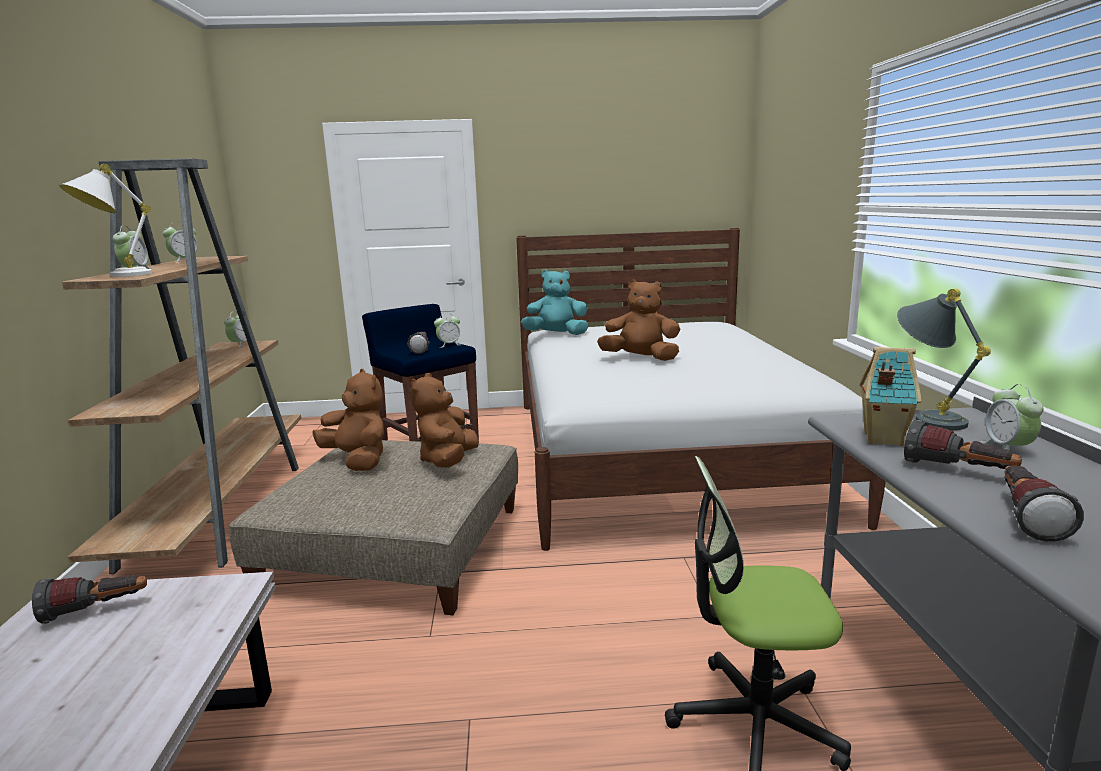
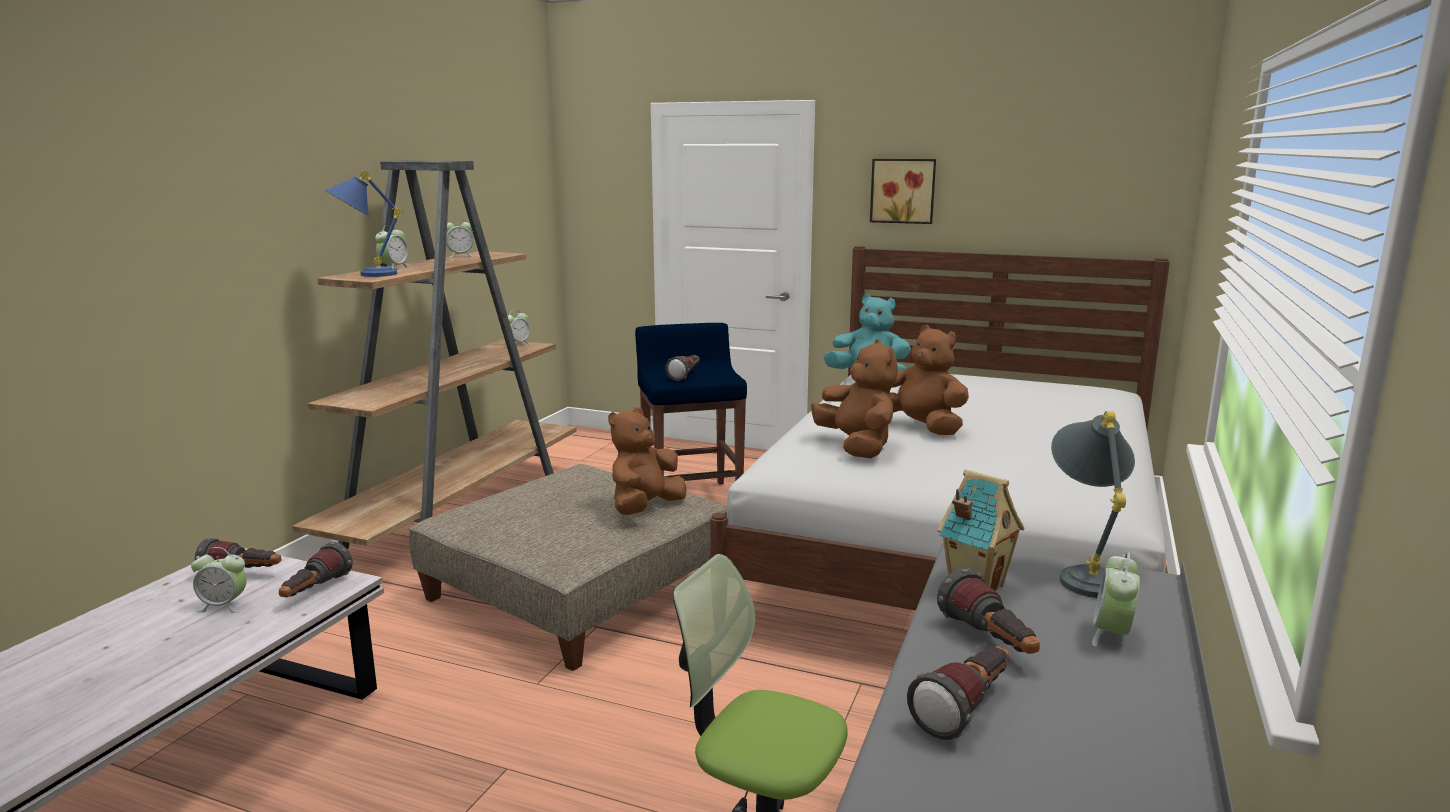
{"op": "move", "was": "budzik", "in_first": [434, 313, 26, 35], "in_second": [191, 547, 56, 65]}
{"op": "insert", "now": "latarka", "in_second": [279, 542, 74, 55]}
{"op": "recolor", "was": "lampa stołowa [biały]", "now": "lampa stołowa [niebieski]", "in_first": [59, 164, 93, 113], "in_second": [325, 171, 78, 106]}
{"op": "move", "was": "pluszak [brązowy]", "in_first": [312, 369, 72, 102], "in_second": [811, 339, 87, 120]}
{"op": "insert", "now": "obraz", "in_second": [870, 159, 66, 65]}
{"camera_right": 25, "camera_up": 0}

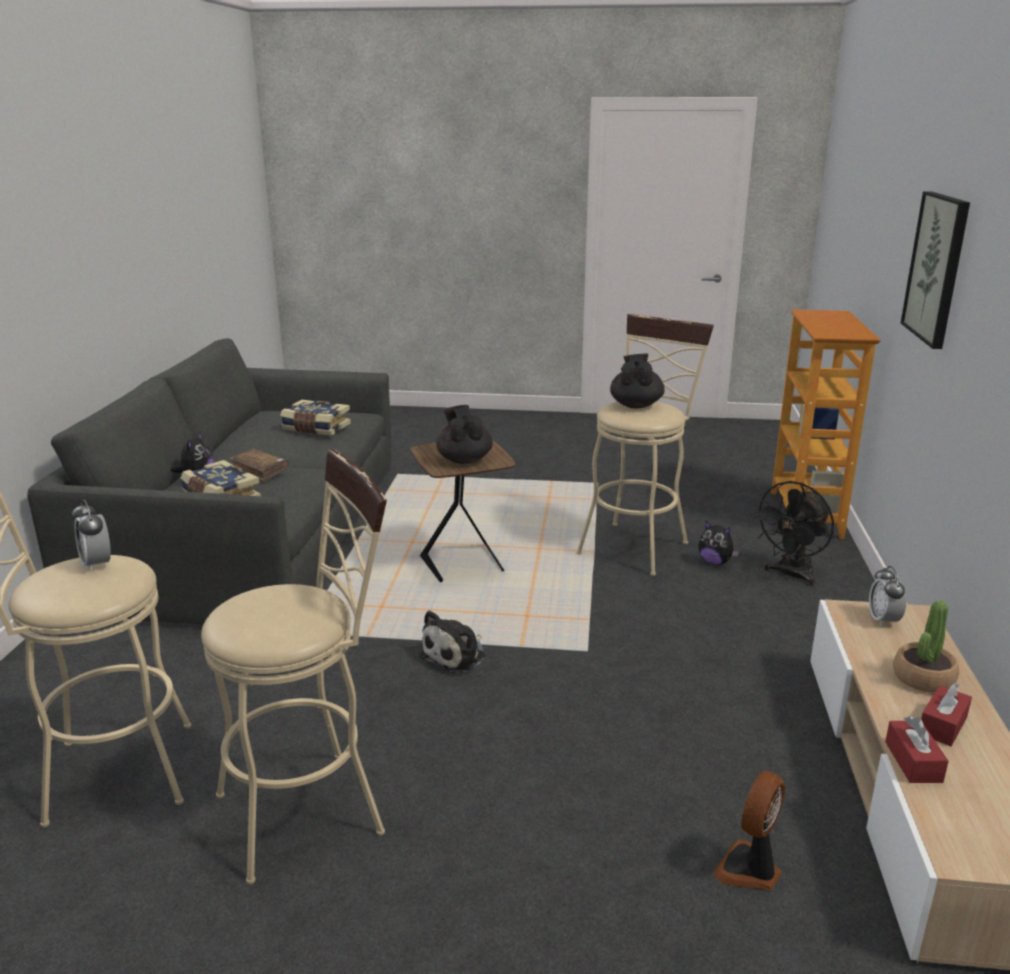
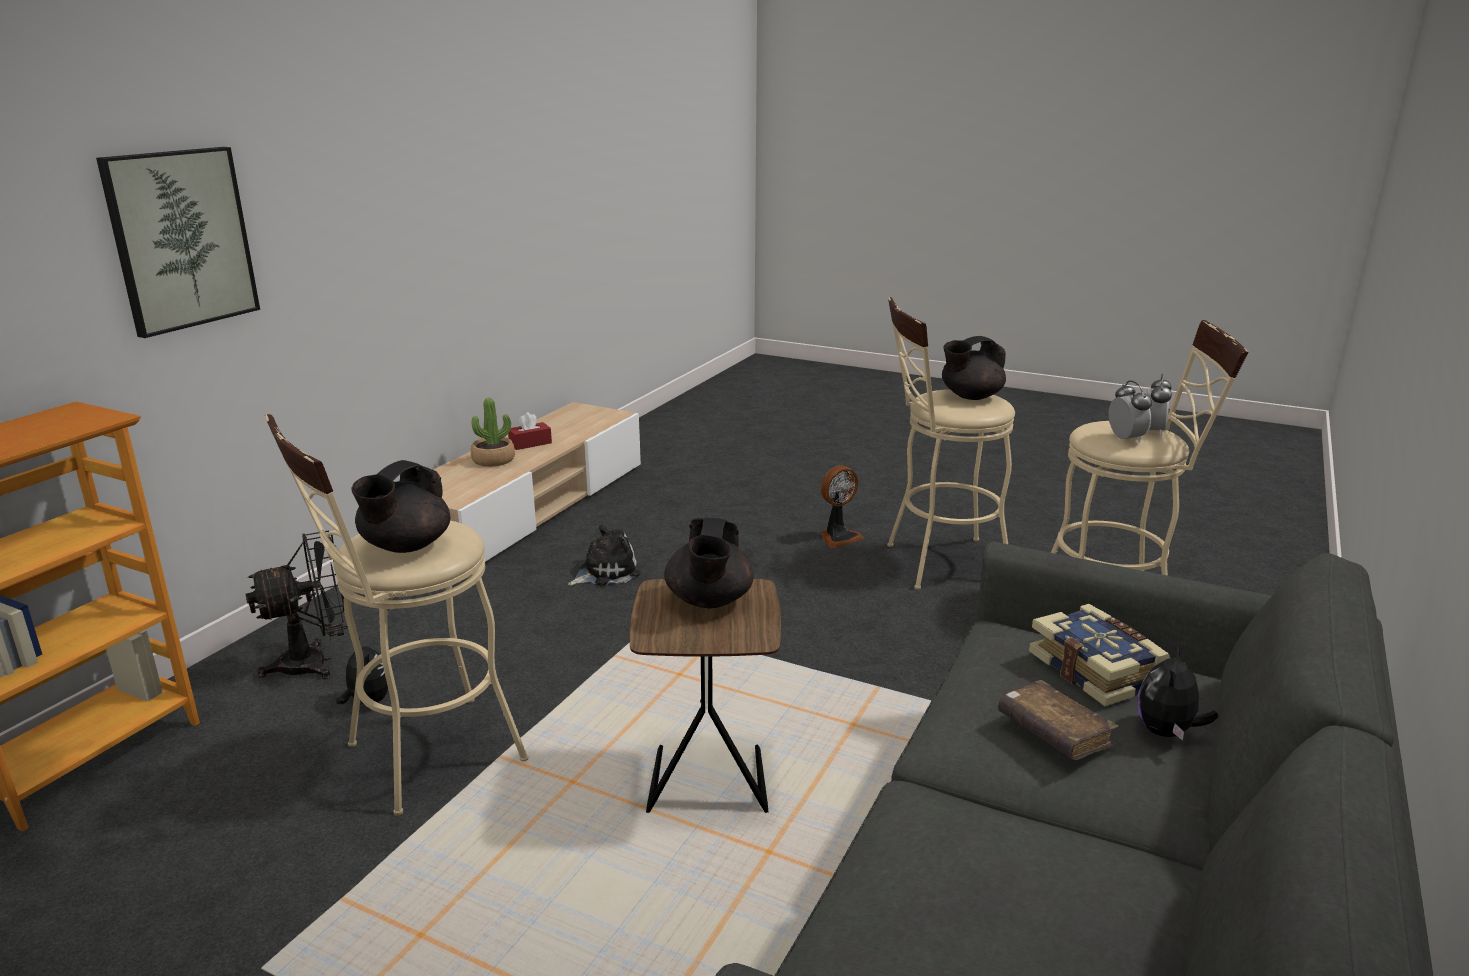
{"op": "move", "was": "pluszak", "in_first": [419, 610, 67, 64], "in_second": [568, 525, 72, 61]}
{"op": "move", "was": "wentylator", "in_first": [713, 771, 72, 119], "in_second": [820, 466, 44, 82]}
{"op": "insert", "now": "imbryk [czarny]", "in_second": [942, 336, 64, 64]}
{"op": "move", "was": "budzik", "in_first": [869, 566, 38, 61], "in_second": [1147, 374, 25, 62]}
{"op": "delete", "was": "książka", "in_first": [280, 400, 71, 35]}
{"op": "delete", "was": "pudełko chusteczek [czerwony]", "in_first": [885, 716, 64, 67]}
{"camera_right": -160, "camera_up": 0}

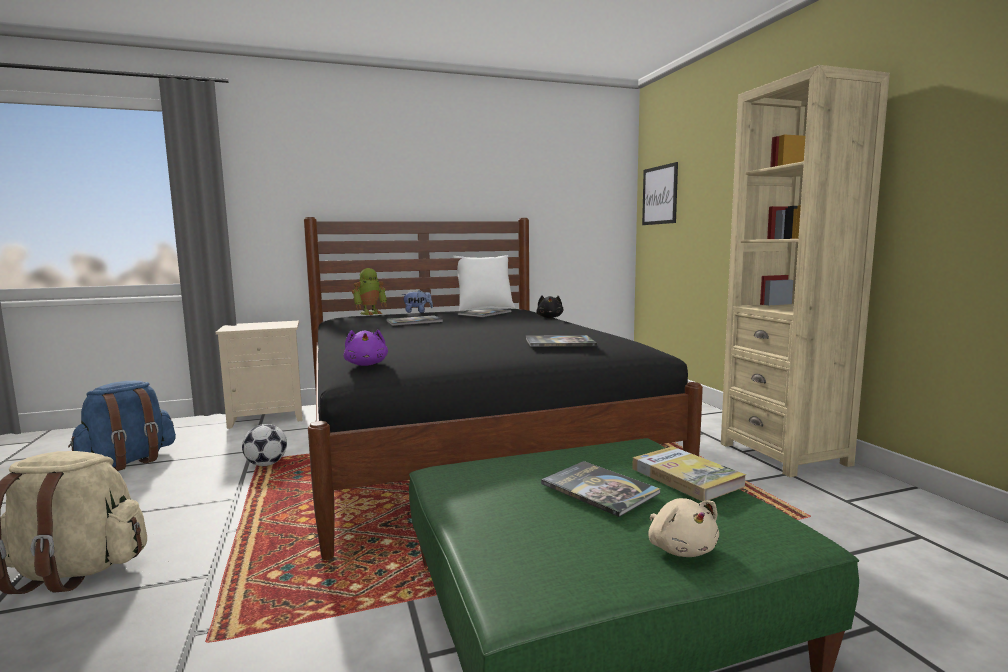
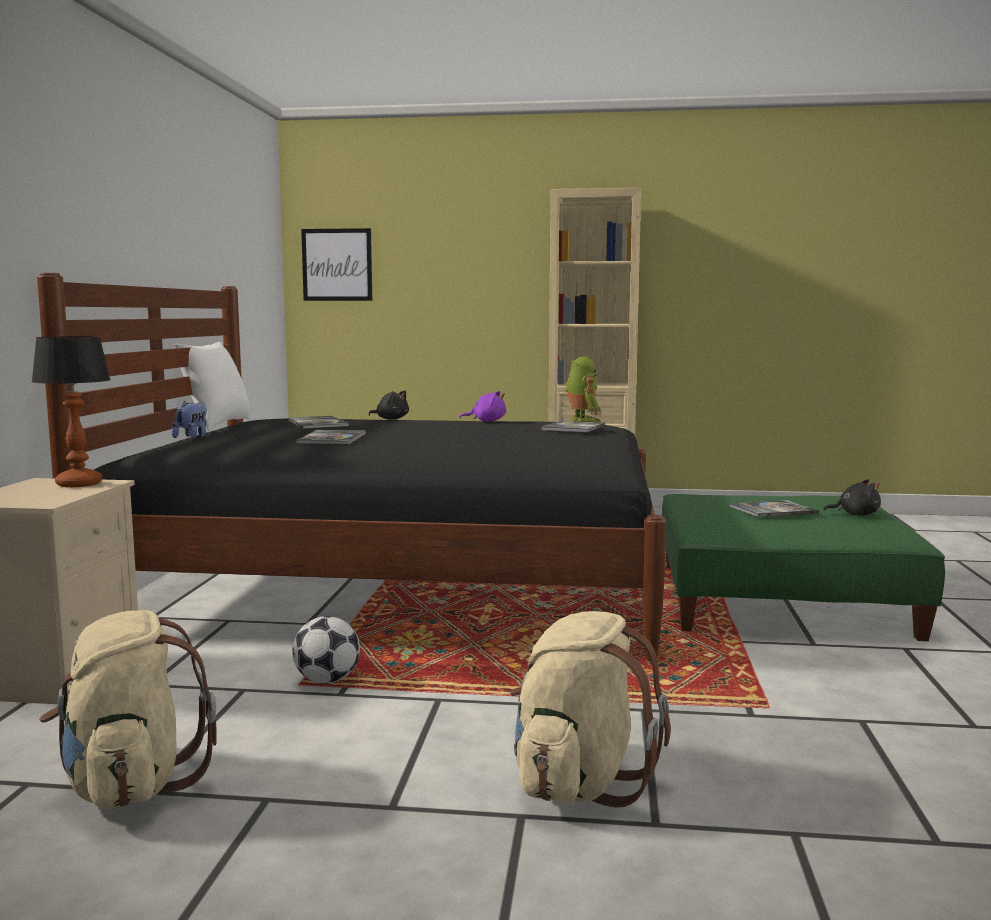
{"op": "insert", "now": "lampa stołowa", "in_second": [31, 336, 80, 151]}
{"op": "recolor", "was": "plecak [niebieski]", "now": "plecak [beżowy]", "in_first": [68, 381, 108, 90], "in_second": [40, 610, 177, 199]}
{"op": "move", "was": "pluszak [fioletowy]", "in_first": [344, 330, 44, 36], "in_second": [460, 391, 46, 31]}
{"op": "move", "was": "robot zabawkowy", "in_first": [352, 268, 35, 47], "in_second": [566, 357, 35, 65]}
{"op": "recolor", "was": "pluszak [beżowy]", "now": "pluszak [czarny]", "in_first": [648, 498, 71, 59], "in_second": [823, 479, 58, 36]}
{"op": "delete", "was": "książka", "in_first": [632, 446, 114, 56]}
{"camera_right": -65, "camera_up": 0}

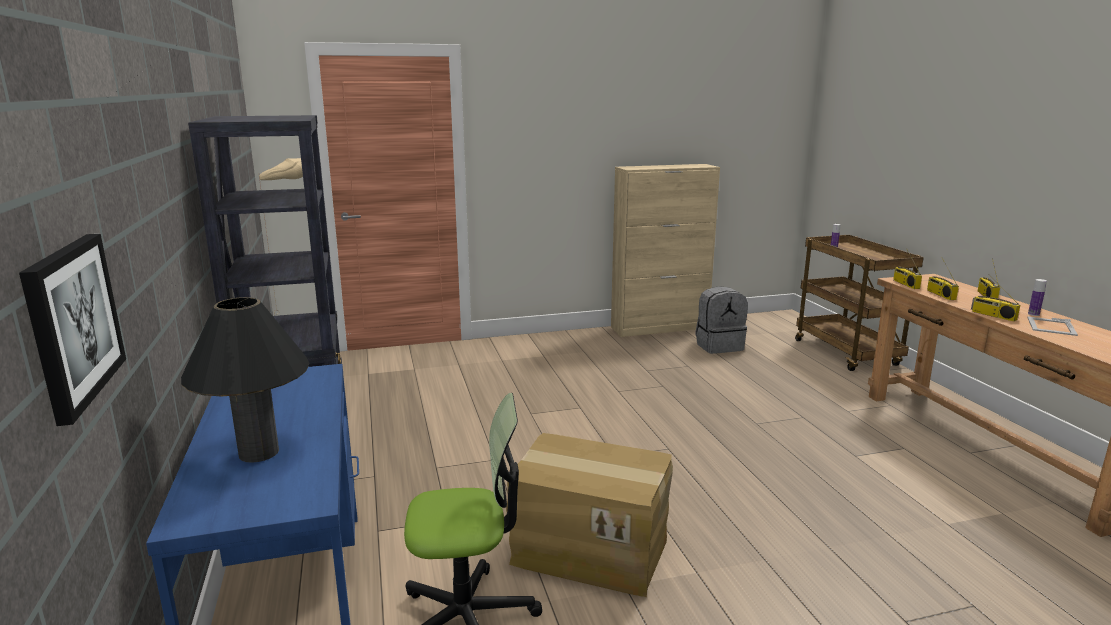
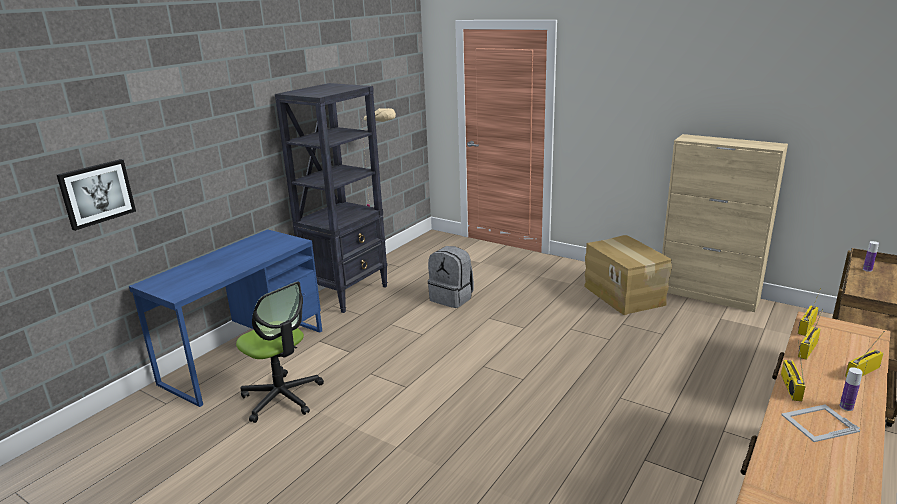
{"op": "move", "was": "plecak [szary]", "in_first": [695, 286, 53, 68], "in_second": [428, 246, 46, 62]}
{"op": "move", "was": "karton", "in_first": [506, 433, 167, 164], "in_second": [584, 235, 88, 80]}
{"op": "delete", "was": "lampa stołowa [czarny]", "in_first": [181, 297, 128, 166]}
{"camera_right": 50, "camera_up": 5}

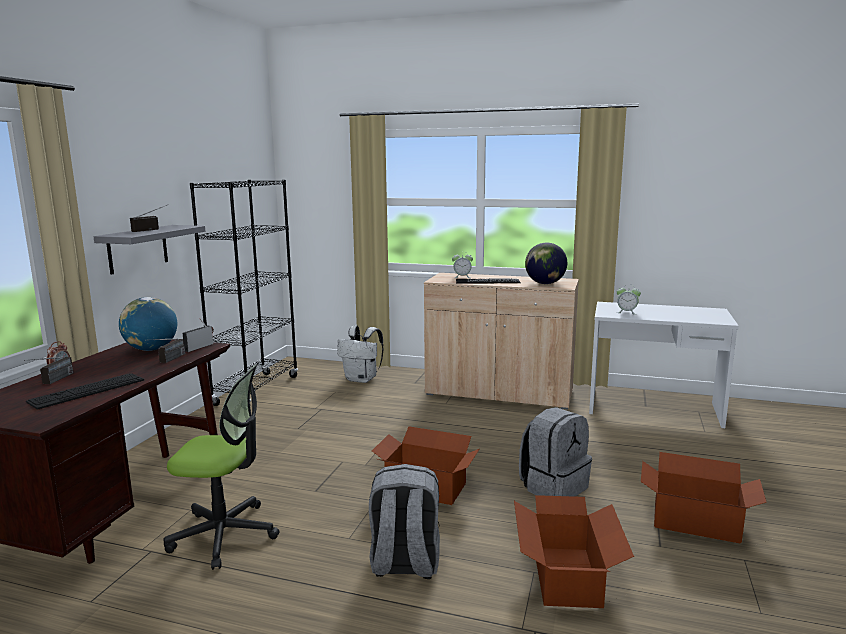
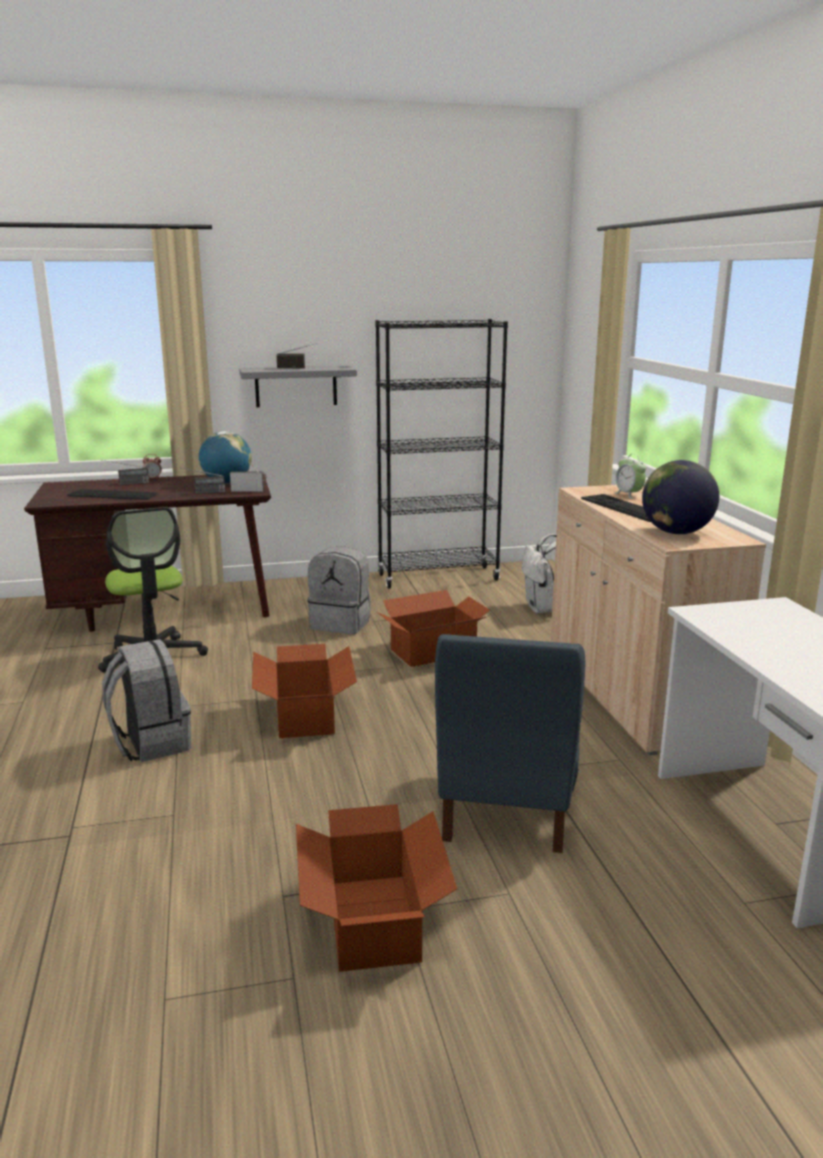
{"op": "move", "was": "plecak [szary]", "in_first": [519, 407, 73, 90], "in_second": [308, 546, 63, 88]}
{"op": "move", "was": "karton", "in_first": [514, 495, 120, 113], "in_second": [377, 590, 113, 77]}
{"op": "insert", "now": "krzesło [niebieski]", "in_second": [435, 634, 150, 219]}
{"op": "delete", "was": "budzik", "in_first": [617, 284, 24, 31]}
{"camera_right": 60, "camera_up": 5}

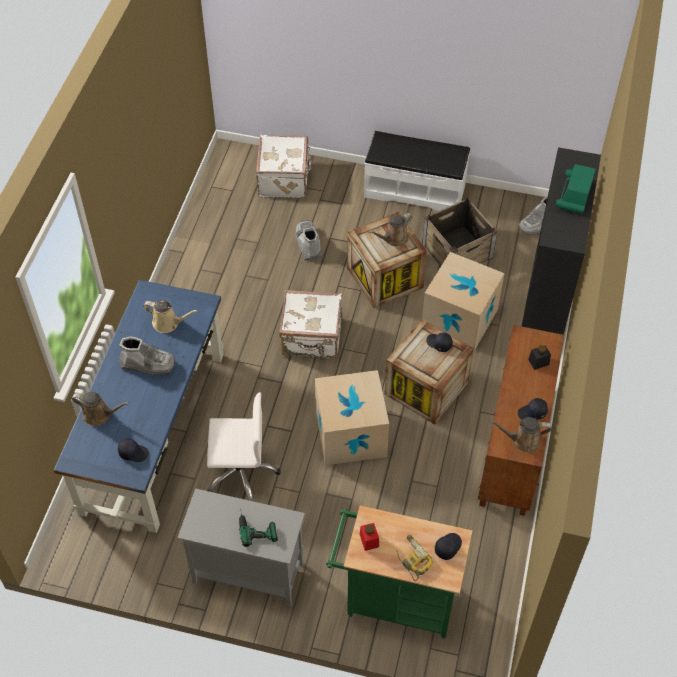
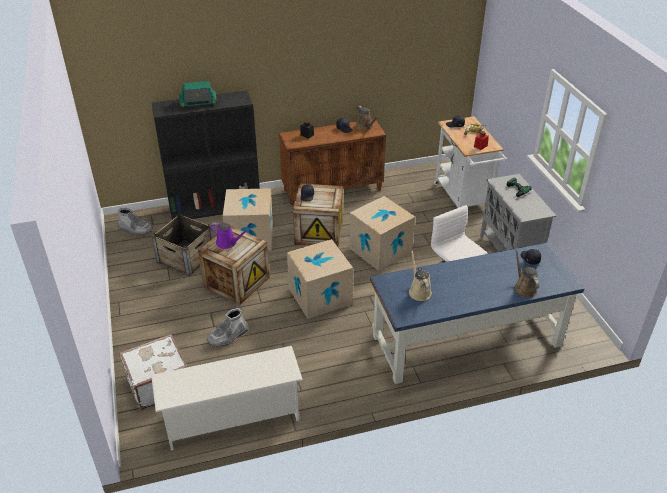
{"op": "insert", "now": "regał na buty [biały]", "in_second": [151, 346, 152, 104]}
{"op": "recolor", "was": "konewka [brązowy]", "now": "konewka [fioletowy]", "in_first": [369, 213, 44, 33], "in_second": [210, 222, 39, 27]}
{"op": "replace", "was": "walizka [biały]", "now": "karton", "in_first": [279, 290, 63, 68], "in_second": [287, 239, 66, 80]}
{"op": "recolor", "was": "wózek [zielony]", "now": "wózek [biały]", "in_first": [326, 506, 146, 133], "in_second": [434, 116, 73, 92]}
{"op": "delete", "was": "but z cholewką [szary]", "in_first": [119, 336, 56, 39]}
{"op": "delete", "was": "ławka [biały]", "in_first": [364, 131, 106, 82]}
{"camera_right": -120, "camera_up": -15}

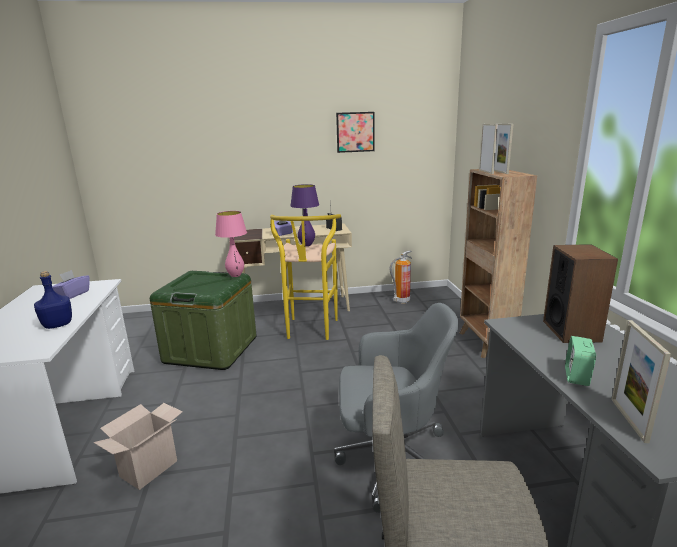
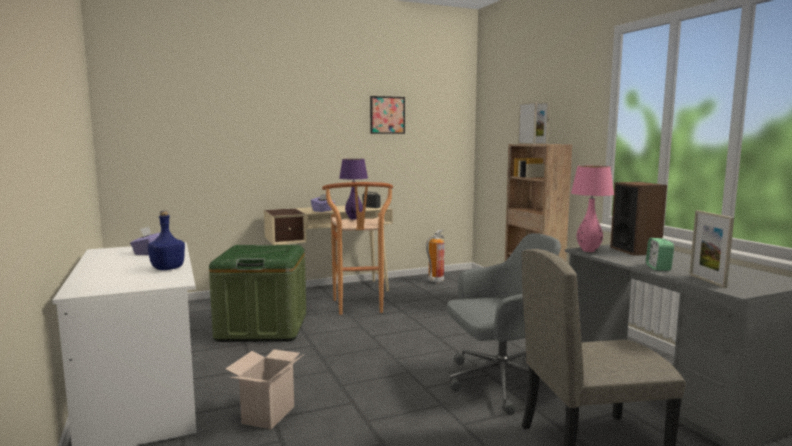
{"op": "recolor", "was": "stołek [żółty]", "now": "stołek [brązowy]", "in_first": [270, 214, 71, 126], "in_second": [322, 182, 71, 133]}
{"op": "move", "was": "lampa stołowa [różowy]", "in_first": [215, 211, 32, 66], "in_second": [571, 166, 43, 86]}
{"camera_right": -15, "camera_up": -10}

